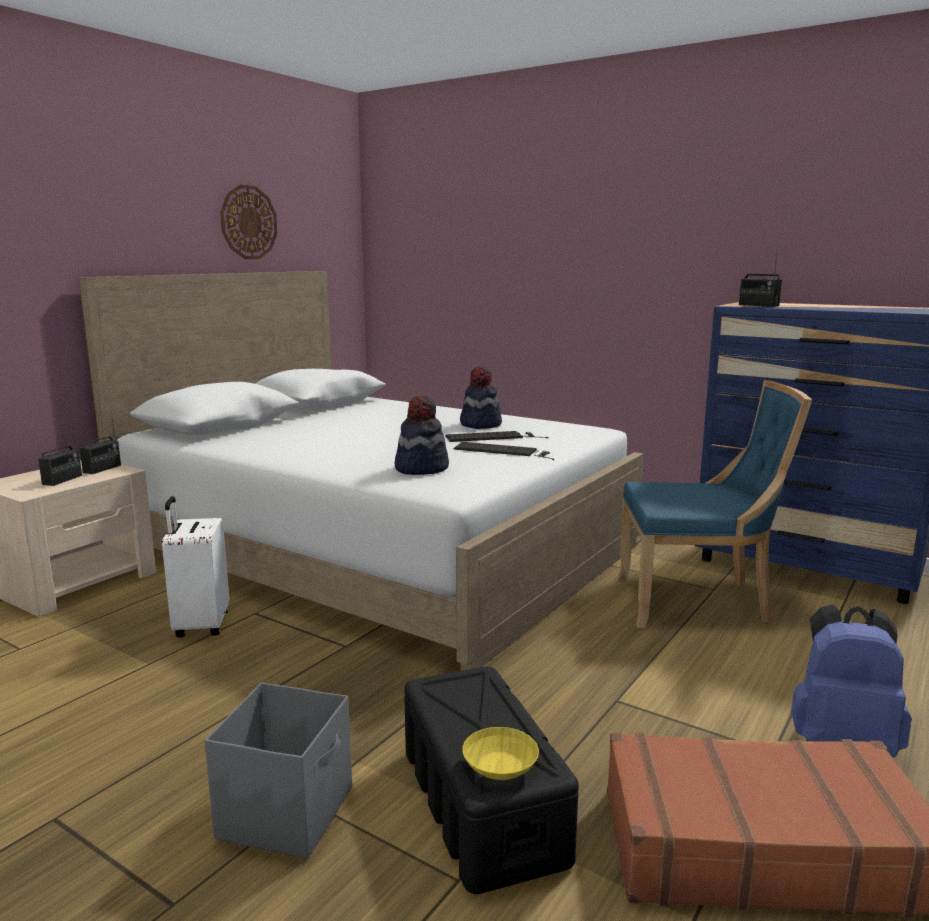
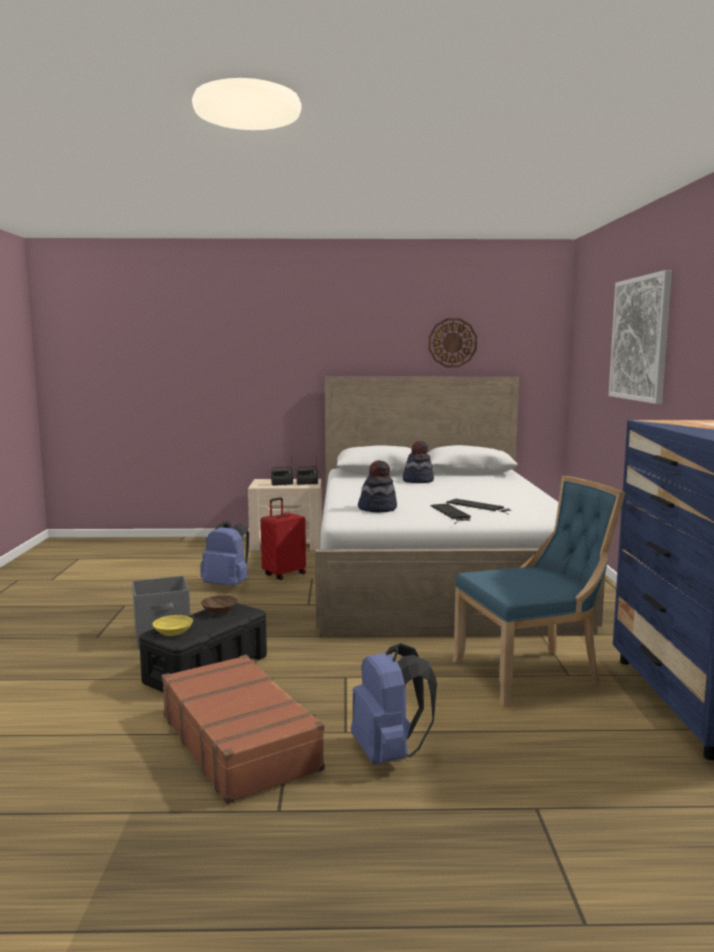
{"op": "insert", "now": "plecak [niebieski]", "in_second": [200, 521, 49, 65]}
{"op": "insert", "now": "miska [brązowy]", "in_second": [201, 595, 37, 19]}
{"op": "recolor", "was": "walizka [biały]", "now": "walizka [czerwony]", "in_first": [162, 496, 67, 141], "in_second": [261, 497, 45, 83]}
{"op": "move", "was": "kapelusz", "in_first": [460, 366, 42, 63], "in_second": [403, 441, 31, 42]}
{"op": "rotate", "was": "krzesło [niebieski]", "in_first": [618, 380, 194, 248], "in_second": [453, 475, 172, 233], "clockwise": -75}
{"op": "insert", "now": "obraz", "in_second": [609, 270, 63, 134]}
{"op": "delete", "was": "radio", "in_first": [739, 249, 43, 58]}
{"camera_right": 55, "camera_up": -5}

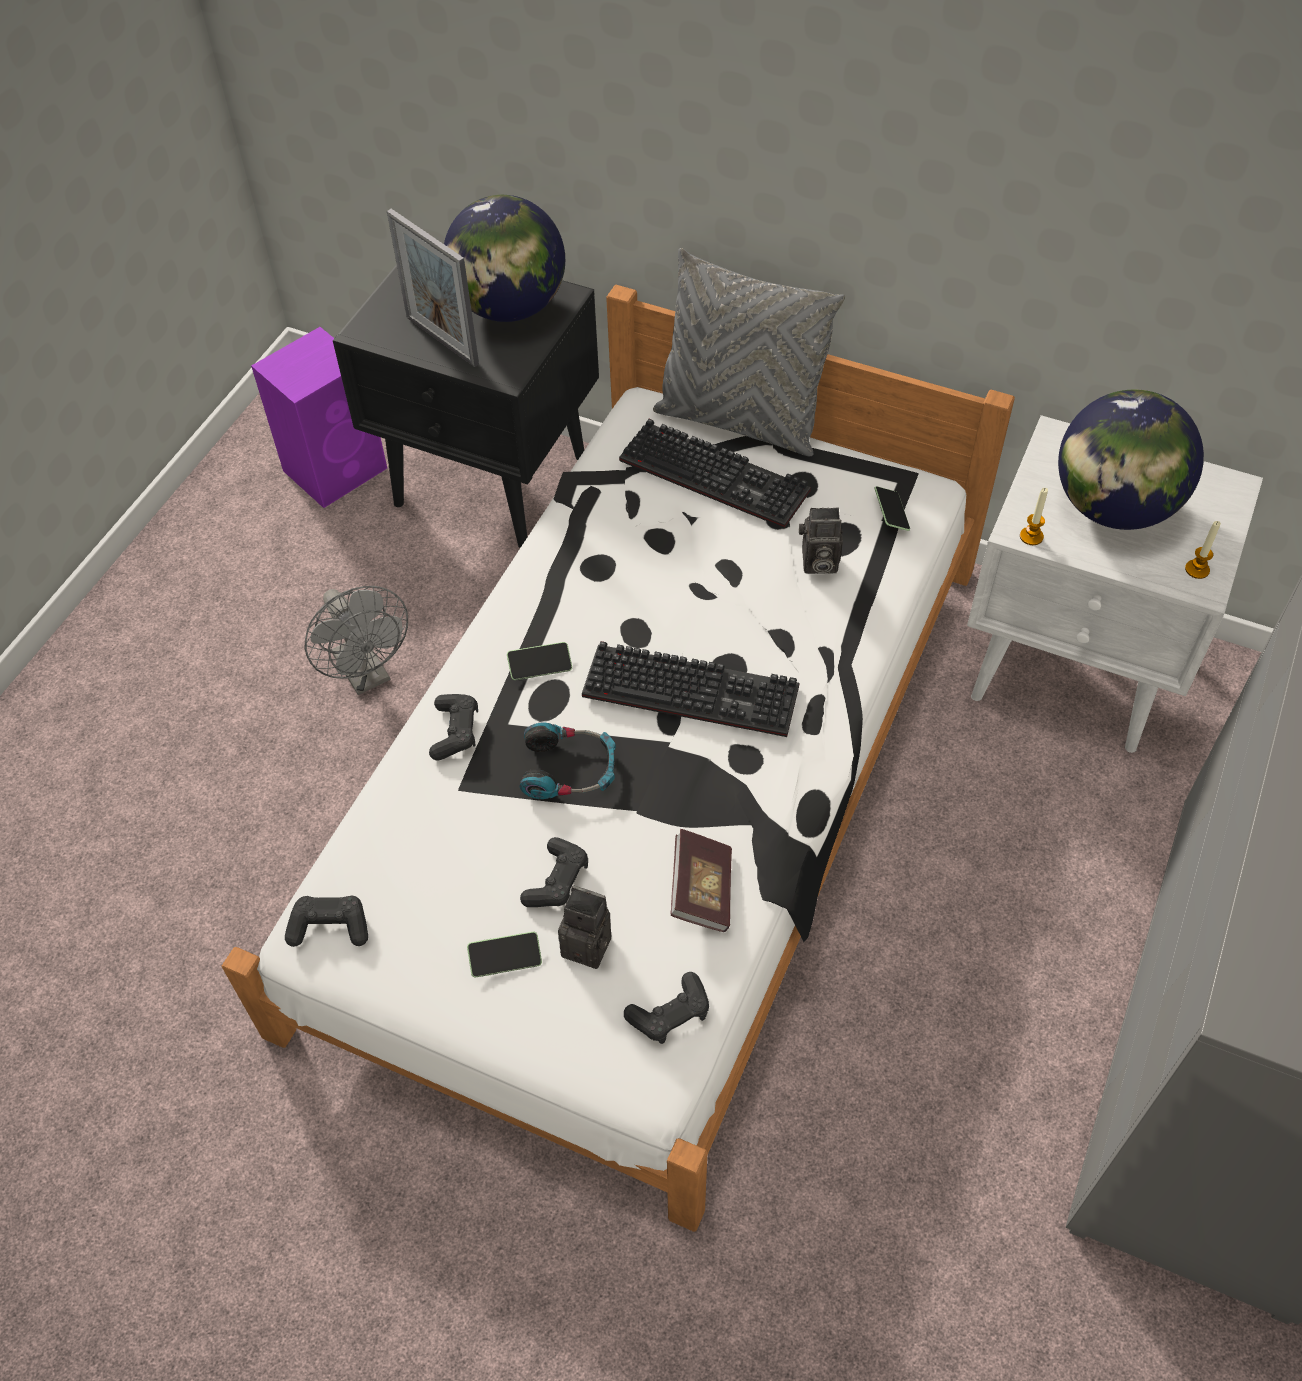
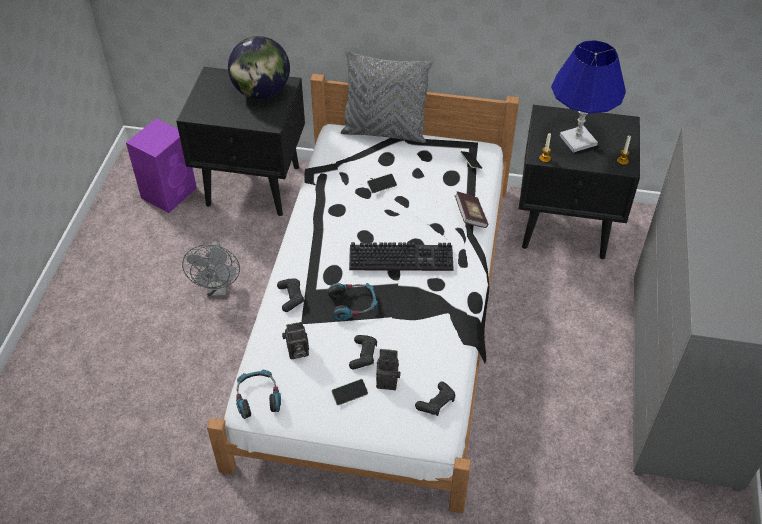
{"op": "rotate", "was": "wentylator [szary]", "in_first": [304, 586, 104, 109], "in_second": [182, 241, 58, 56], "clockwise": 45}
{"op": "replace", "was": "pad do gier [czarny]", "now": "słuchawki", "in_first": [285, 896, 83, 51], "in_second": [236, 369, 45, 50]}
{"op": "move", "was": "aparat fotograficzny", "in_first": [799, 507, 44, 67], "in_second": [282, 322, 27, 37]}
{"op": "move", "was": "telefon", "in_first": [507, 642, 65, 38], "in_second": [367, 174, 30, 19]}
{"op": "move", "was": "książka", "in_first": [671, 829, 61, 103], "in_second": [455, 191, 33, 37]}
{"op": "recolor", "was": "szafka nocna [biały]", "now": "szafka nocna [czarny]", "in_first": [967, 415, 296, 338], "in_second": [519, 105, 121, 154]}
{"op": "replace", "was": "globus", "now": "lampa stołowa [niebieski]", "in_first": [1058, 389, 146, 141], "in_second": [551, 40, 75, 113]}
{"op": "delete", "was": "ramka na zdjęcie", "in_first": [387, 209, 92, 158]}
{"op": "delete", "was": "klawiatura", "in_first": [619, 419, 192, 110]}
{"camera_right": -15, "camera_up": -5}

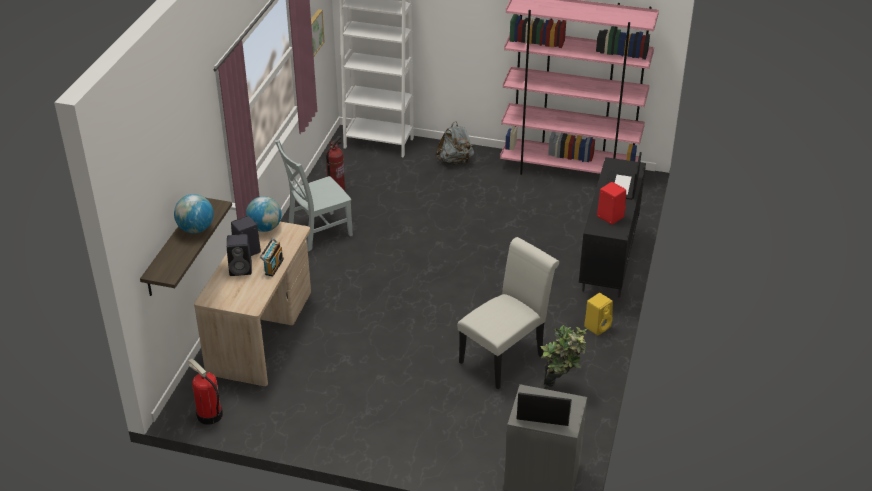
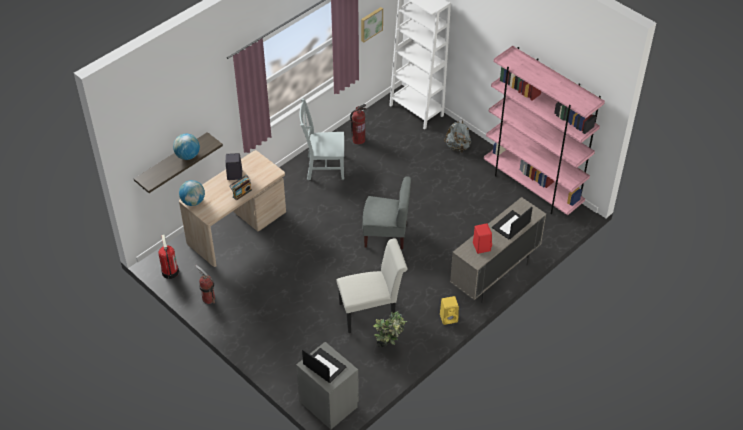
{"op": "move", "was": "globus", "in_first": [246, 196, 36, 36], "in_second": [179, 180, 26, 26]}
{"op": "insert", "now": "gaśnica", "in_second": [195, 265, 20, 39]}
{"op": "insert", "now": "krzesło [szary]", "in_second": [362, 176, 49, 73]}
{"op": "recolor", "was": "szafka [czarny]", "now": "szafka [beżowy]", "in_first": [579, 157, 67, 141], "in_second": [450, 197, 96, 106]}
{"op": "delete", "was": "głośnik [czarny]", "in_first": [227, 234, 25, 42]}
{"camera_right": 30, "camera_up": 10}

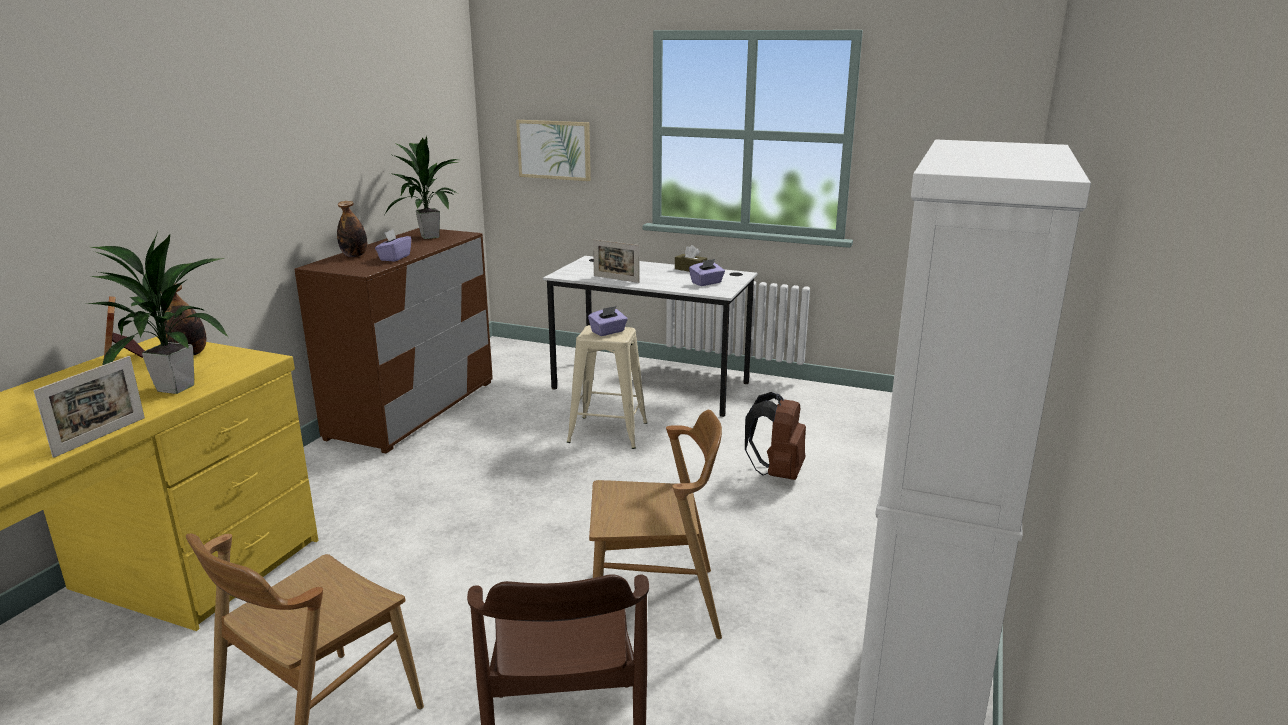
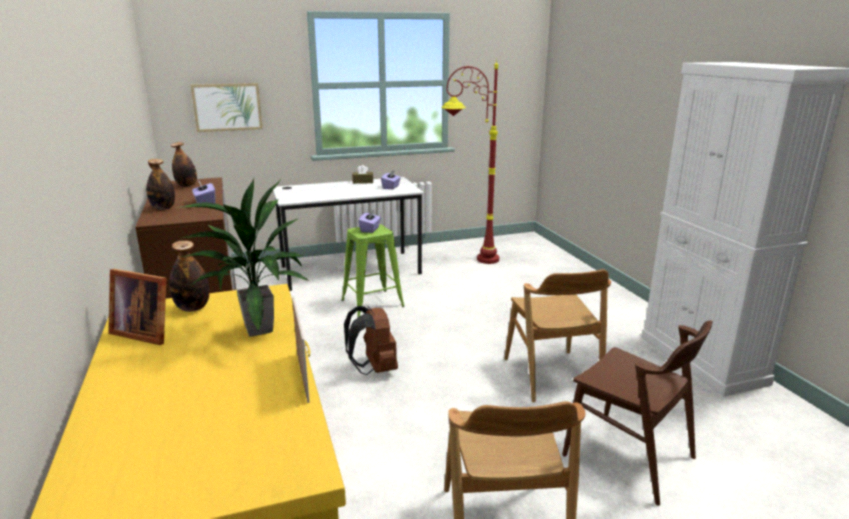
{"op": "replace", "was": "roślina doniczkowa", "now": "butelka", "in_first": [385, 136, 75, 103], "in_second": [171, 142, 26, 45]}
{"op": "recolor", "was": "stołek [beżowy]", "now": "stołek [zielony]", "in_first": [567, 325, 80, 124], "in_second": [341, 224, 64, 93]}
{"op": "move", "was": "plecak [brązowy]", "in_first": [745, 392, 61, 88], "in_second": [344, 306, 54, 69]}
{"op": "insert", "now": "lampa stojąca [czerwony]", "in_second": [441, 58, 58, 206]}
{"op": "rotate", "was": "krzesło [brązowy]", "in_first": [589, 410, 133, 229], "in_second": [504, 269, 107, 134], "clockwise": 120}
{"op": "delete", "was": "ramka na zdjęcie", "in_first": [593, 239, 46, 44]}
{"camera_right": -40, "camera_up": 0}

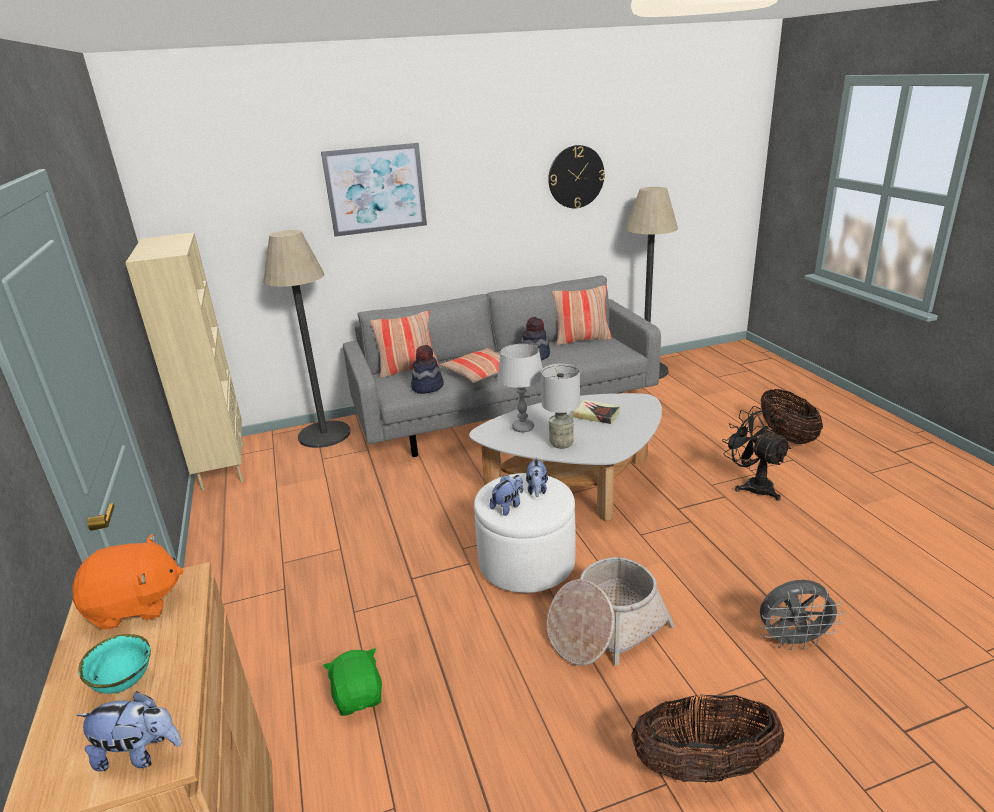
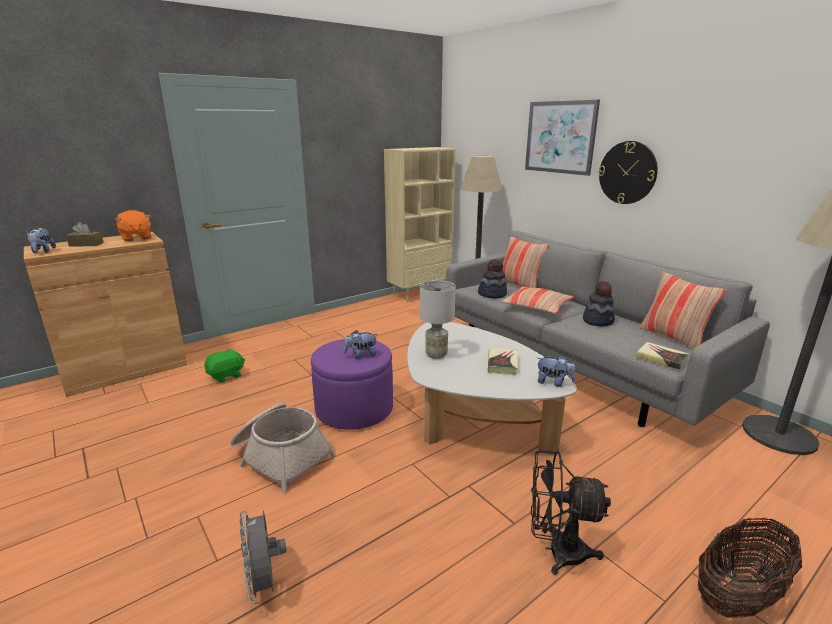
{"op": "replace", "was": "miska [turkusowy]", "now": "pudełko chusteczek [brązowy]", "in_first": [78, 634, 73, 60], "in_second": [66, 222, 38, 24]}
{"op": "recolor", "was": "pufa [biały]", "now": "pufa [fioletowy]", "in_first": [474, 473, 102, 120], "in_second": [311, 339, 82, 91]}
{"op": "rotate", "was": "wentylator [czarny]", "in_first": [722, 406, 69, 95], "in_second": [531, 450, 80, 125], "clockwise": -120}
{"op": "move", "was": "pluszak", "in_first": [490, 475, 33, 41], "in_second": [537, 355, 39, 32]}
{"op": "move", "was": "zegar ścienny", "in_first": [548, 145, 57, 63], "in_second": [598, 141, 60, 63]}
{"op": "insert", "now": "książka", "in_second": [636, 342, 53, 28]}
{"op": "delete", "was": "lampa stołowa [szary]", "in_first": [497, 344, 46, 88]}
{"op": "delete", "was": "koszyk", "in_first": [631, 694, 153, 89]}
{"camera_right": 70, "camera_up": -5}

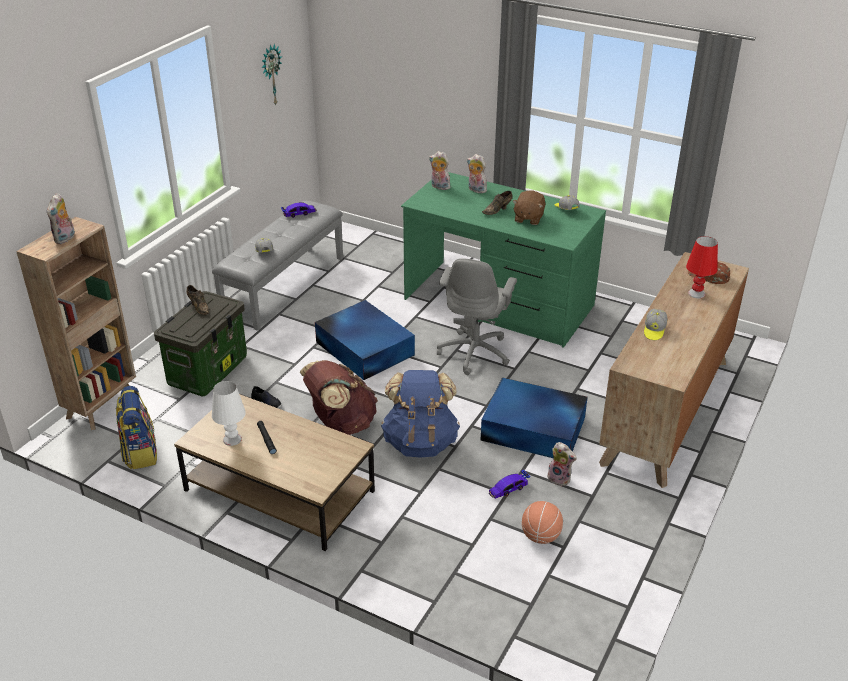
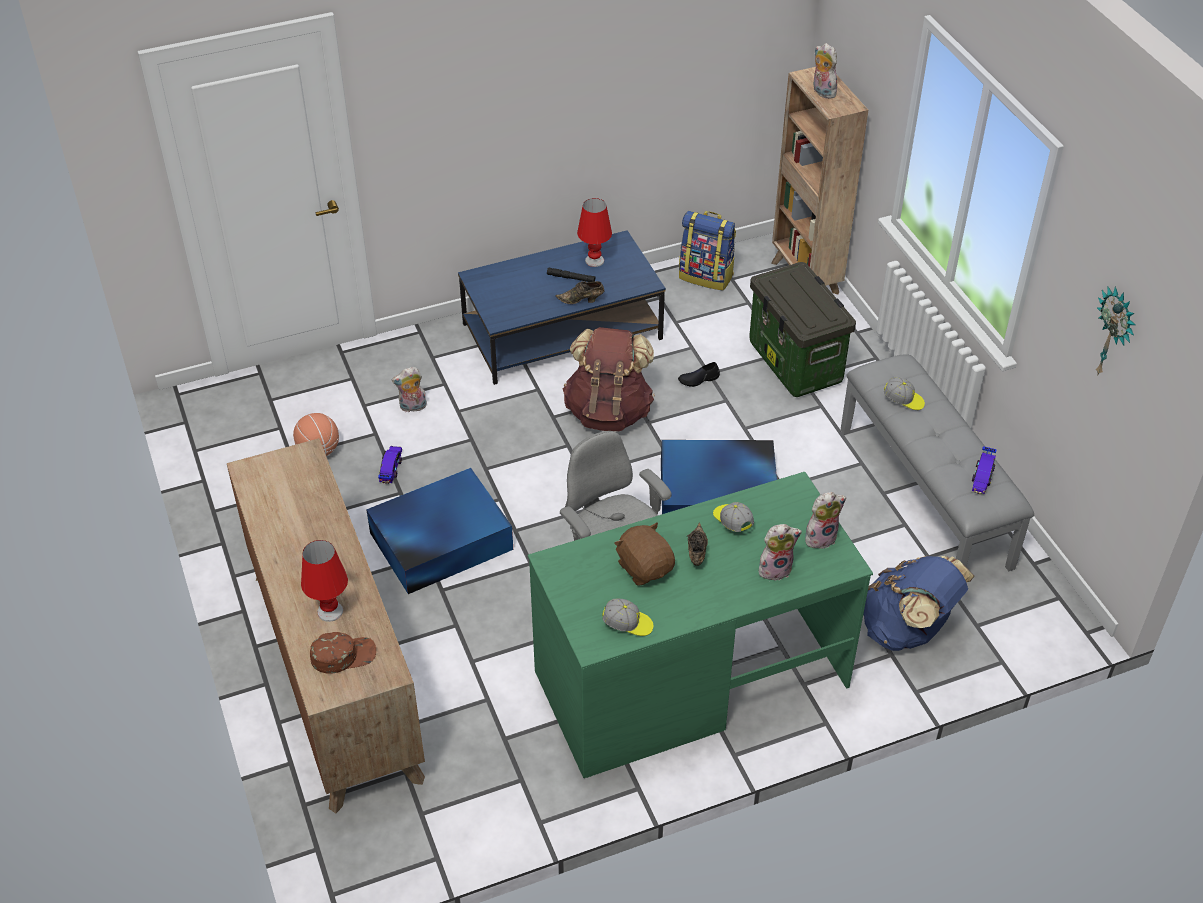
{"op": "move", "was": "pluszak", "in_first": [547, 442, 30, 44], "in_second": [392, 367, 35, 45]}
{"op": "recolor", "was": "ława [brązowy]", "now": "ława [niebieski]", "in_first": [174, 394, 201, 157], "in_second": [458, 230, 208, 155]}
{"op": "move", "was": "but [brązowy]", "in_first": [187, 285, 22, 30], "in_second": [555, 281, 49, 23]}
{"op": "recolor", "was": "lampa stołowa [biały]", "now": "lampa stołowa [czerwony]", "in_first": [212, 381, 34, 65], "in_second": [577, 198, 35, 69]}
{"op": "move", "was": "czapka z daszkiem", "in_first": [644, 309, 23, 31], "in_second": [713, 502, 41, 30]}
{"op": "move", "was": "plecak [niebieski]", "in_first": [381, 370, 79, 88], "in_second": [863, 556, 112, 95]}
{"camera_right": 130, "camera_up": 10}

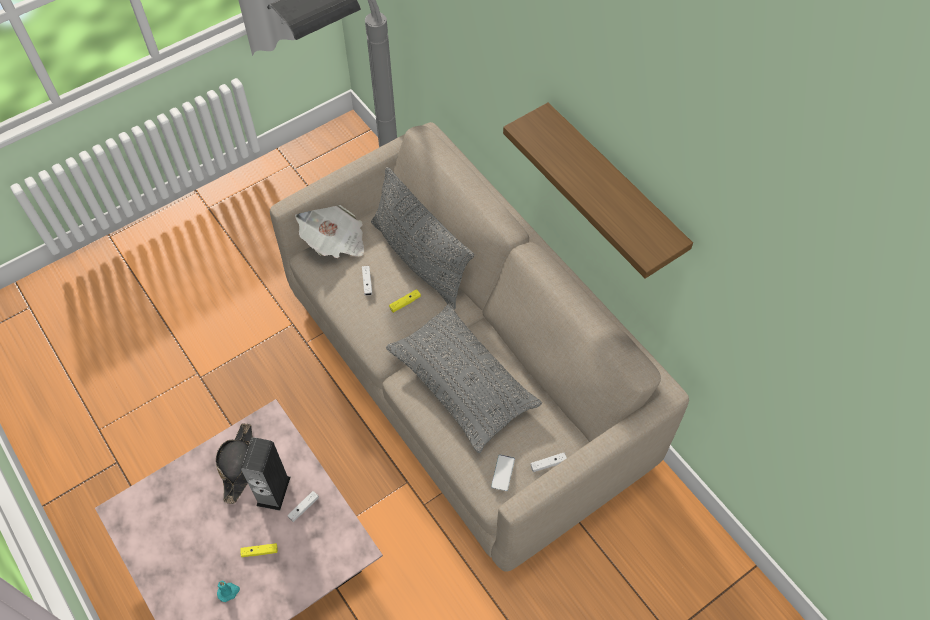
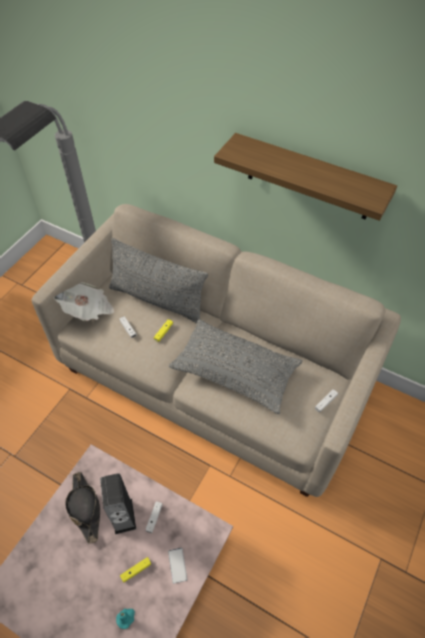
{"op": "move", "was": "telefon", "in_first": [491, 454, 24, 37], "in_second": [168, 548, 19, 36]}
{"camera_right": -25, "camera_up": -5}

